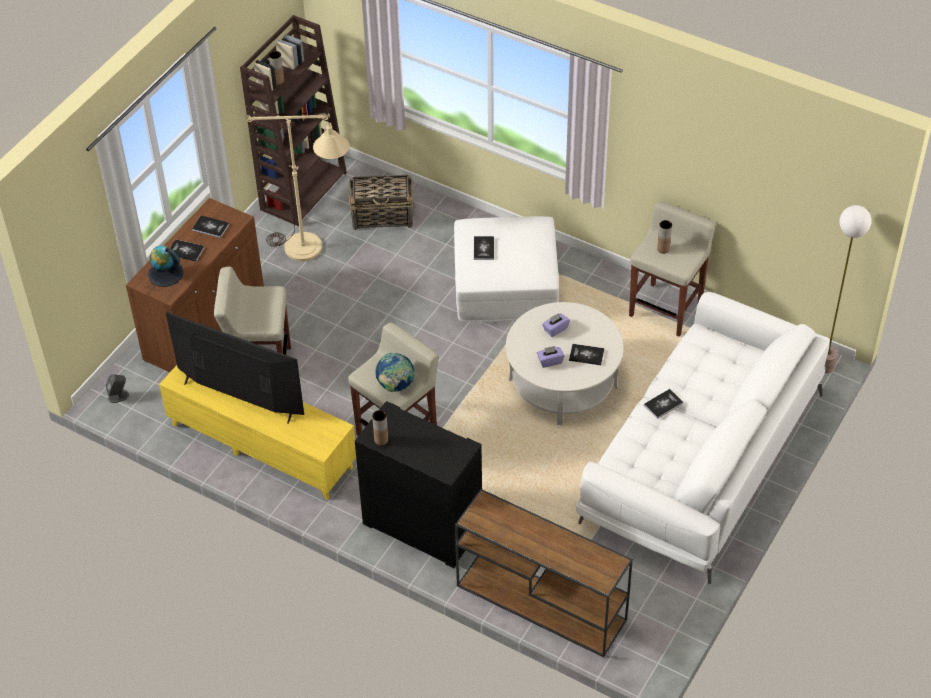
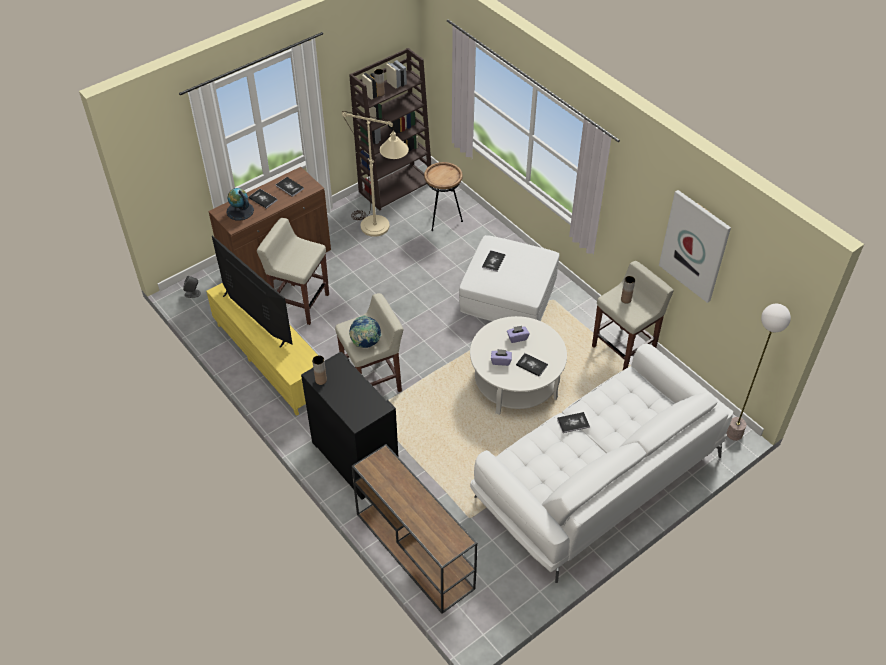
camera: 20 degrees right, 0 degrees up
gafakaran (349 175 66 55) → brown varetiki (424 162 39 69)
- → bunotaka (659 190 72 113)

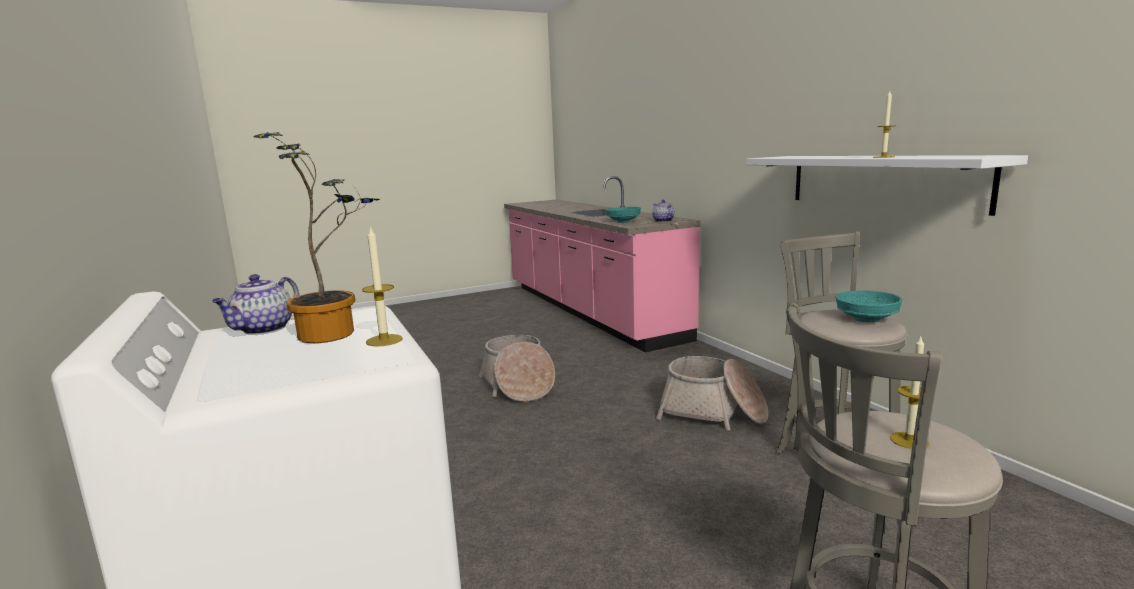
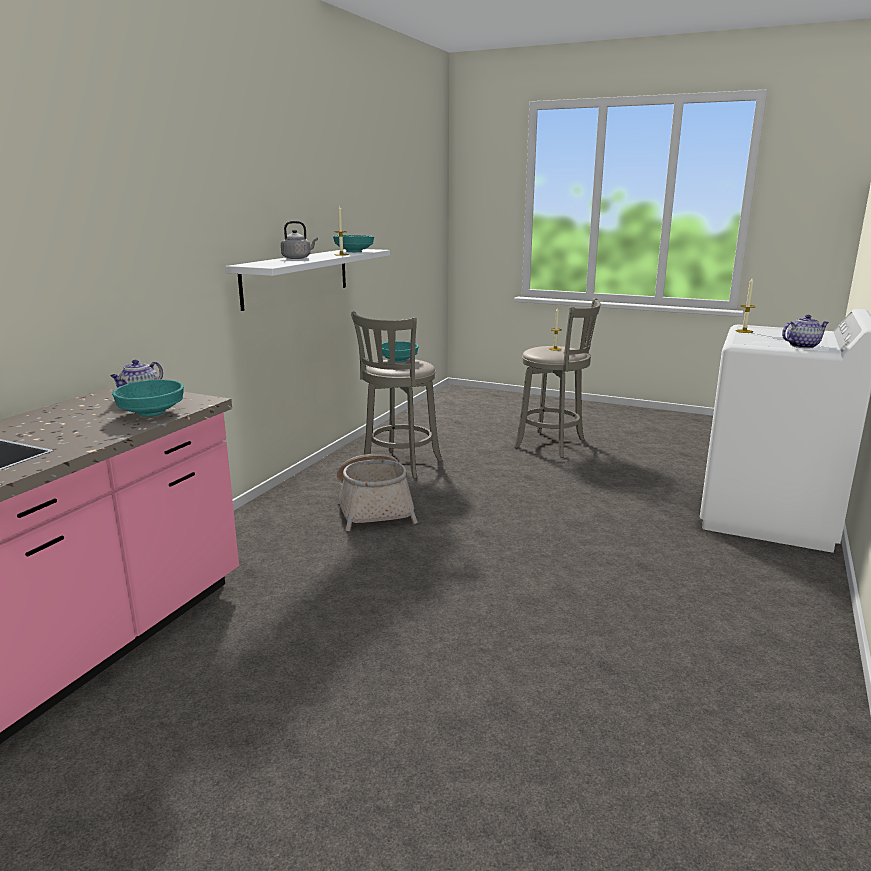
camera: 130 degrees left, 5 degrees up
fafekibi (253 132 127 211) → -
gafakaran (479 335 76 67) → -
- → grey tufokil (281 221 37 38)
- → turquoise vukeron (333 235 41 17)

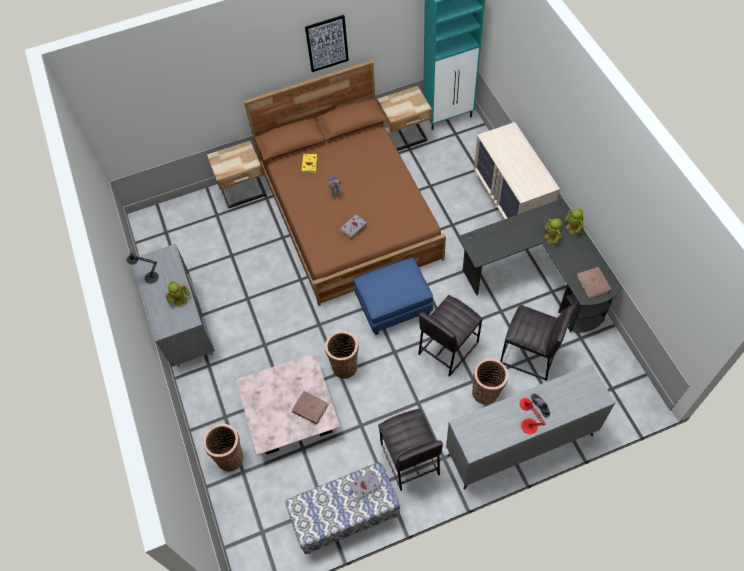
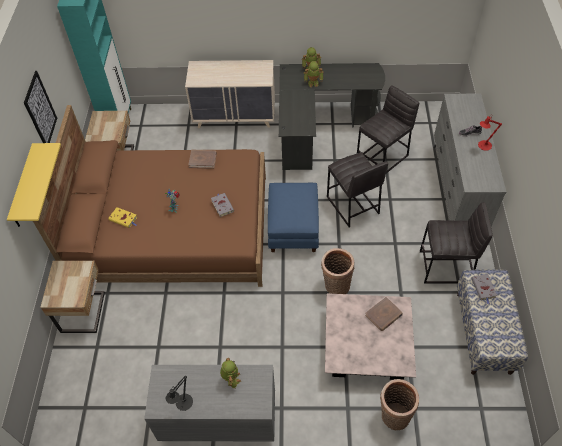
camera: 70 degrees left, 5 degrees down
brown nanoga (577 267 35 32) → brown nanoga (188 150 29 19), move
gafakaran (472 358 36 47) → -
- → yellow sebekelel (7 143 54 84)

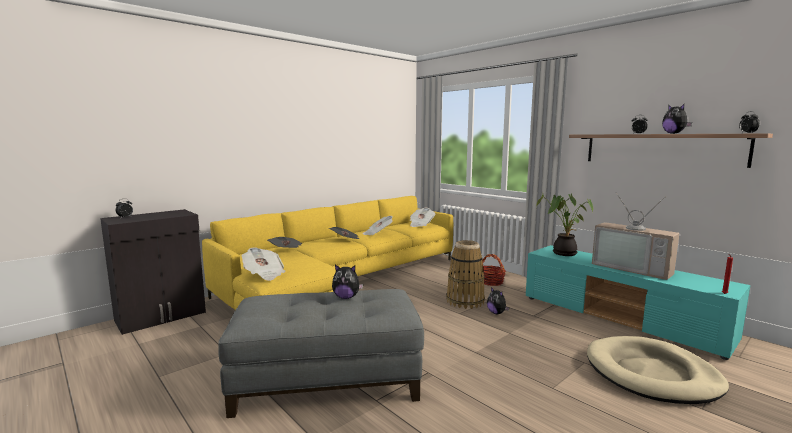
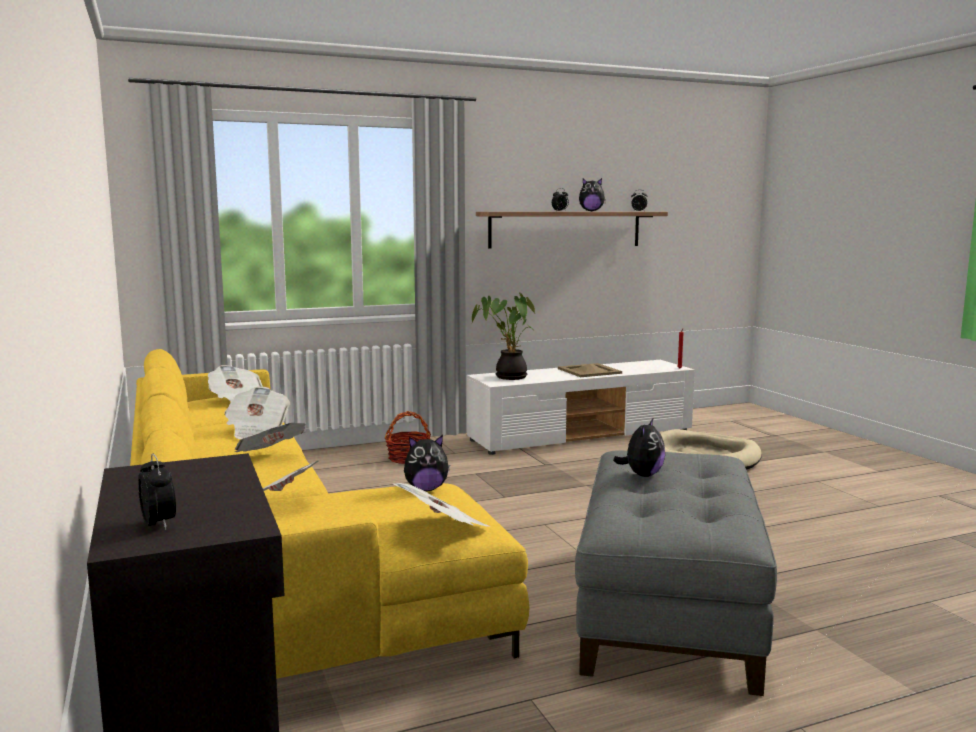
camera: 70 degrees left, 0 degrees up
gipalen (592 193 88 87) → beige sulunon (558 363 64 14)
gafakaran (446 240 39 69) → -
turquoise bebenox (526 245 225 115) → white bebenox (466 360 229 95)
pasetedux (487 287 23 27) → pasetedux (404 435 46 56), move

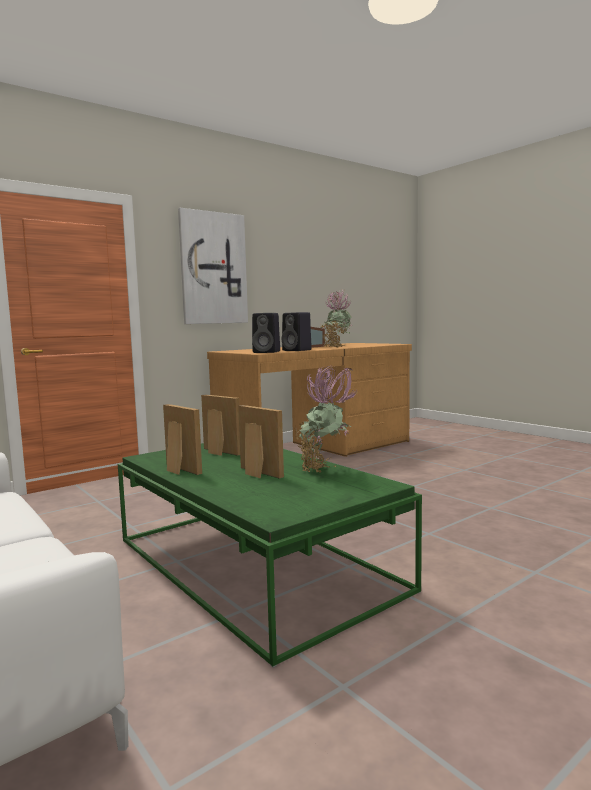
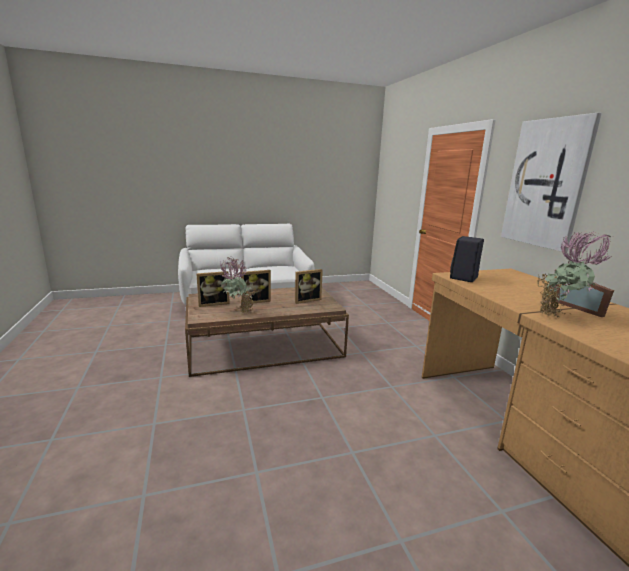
camera: 110 degrees right, 10 degrees up
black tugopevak (282 312 30 39) → -
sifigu (163 404 39 71) → sifigu (196 271 34 36), move
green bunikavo (118 443 304 225) → brown bunikavo (185 287 164 90)

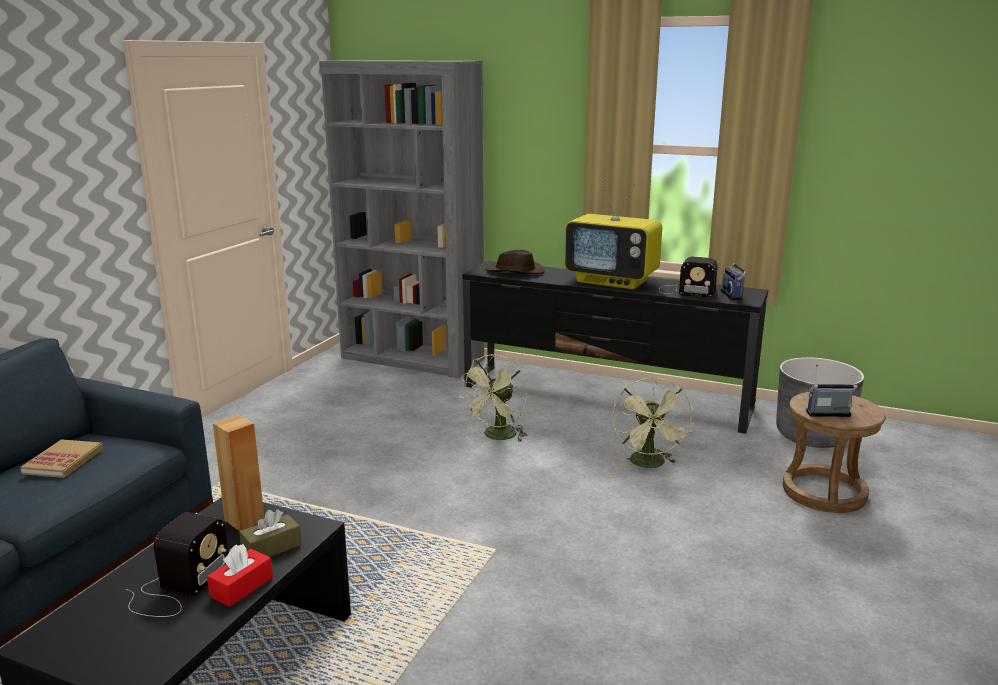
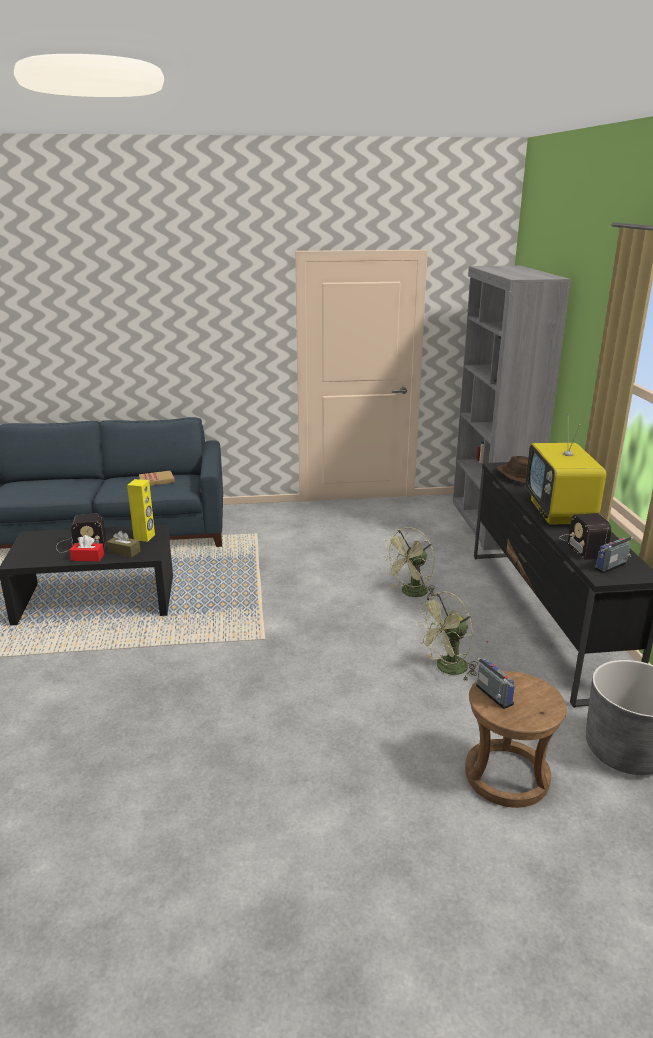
camera: 60 degrees right, 5 degrees up
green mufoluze (459 354 68 88) → green mufoluze (383 527 52 73), 45 degrees counterclockwise
brown tugopevak (213 415 52 116) → yellow tugopevak (127 479 28 63)

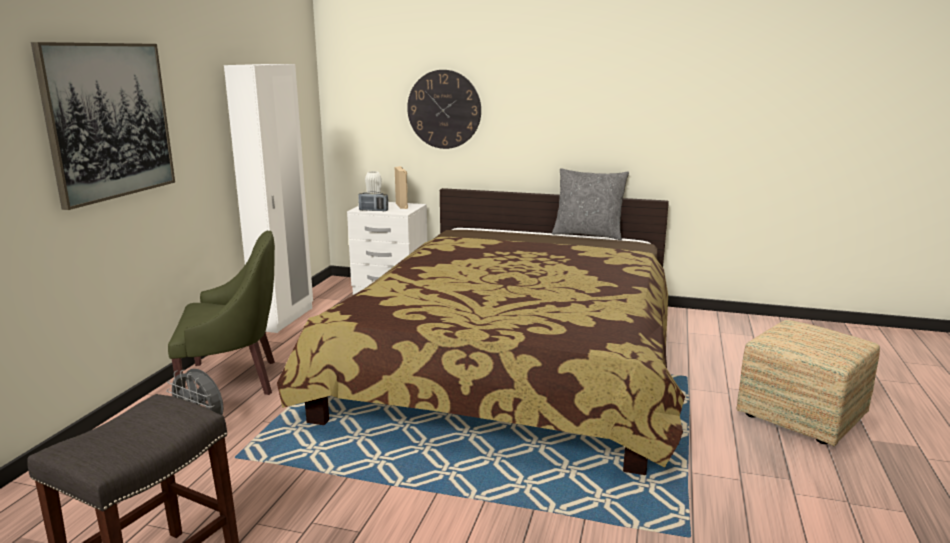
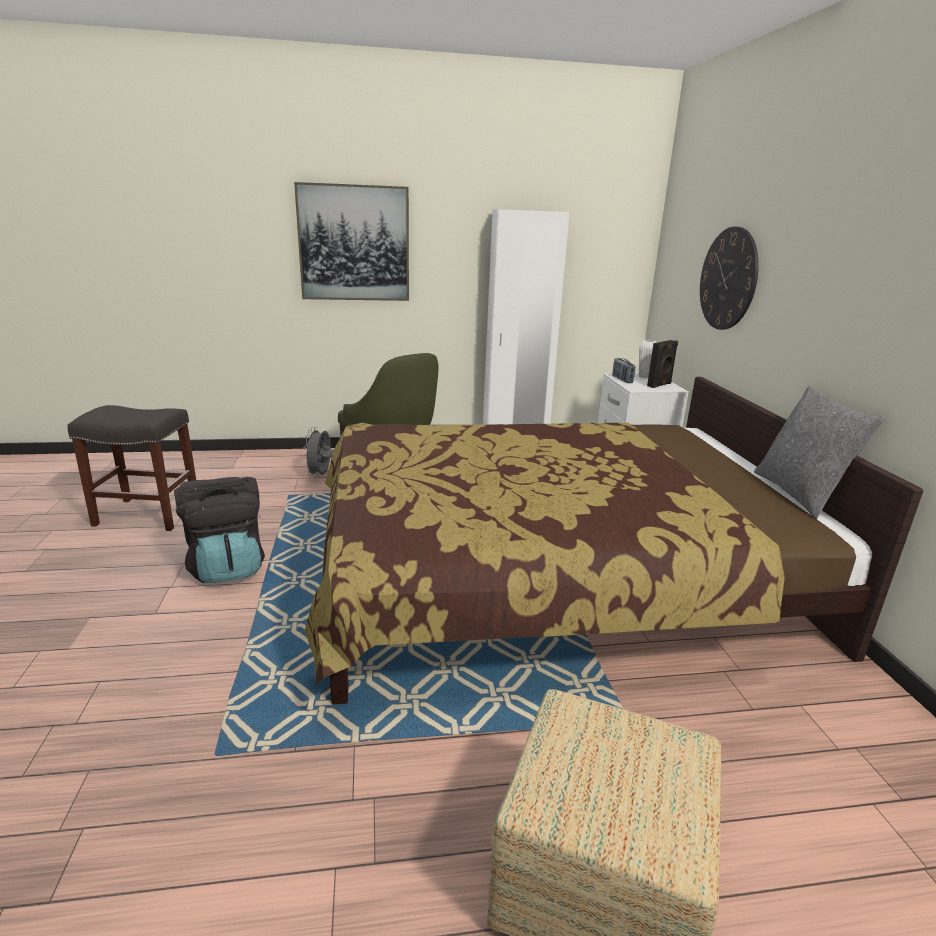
camera: 65 degrees right, 5 degrees up
beige tugopevak (395 166 13 43) → black tugopevak (647 340 31 48)
- → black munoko (174 477 91 106)

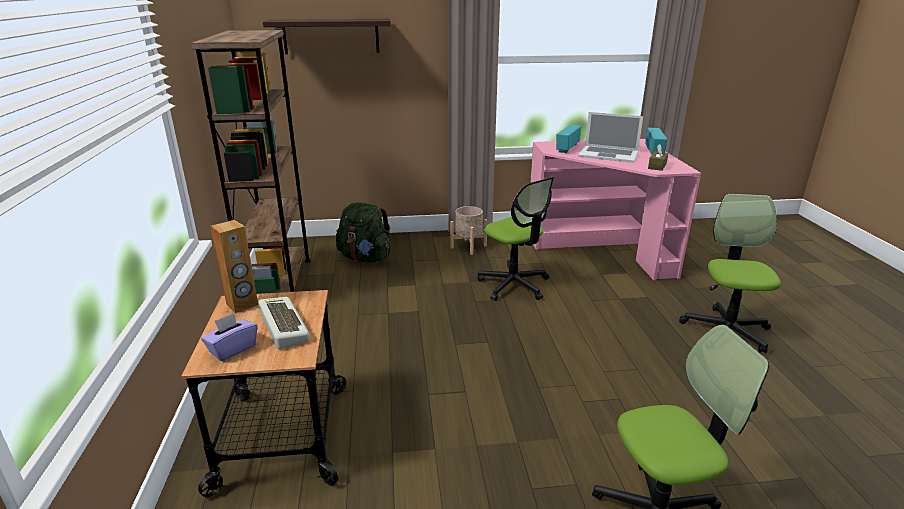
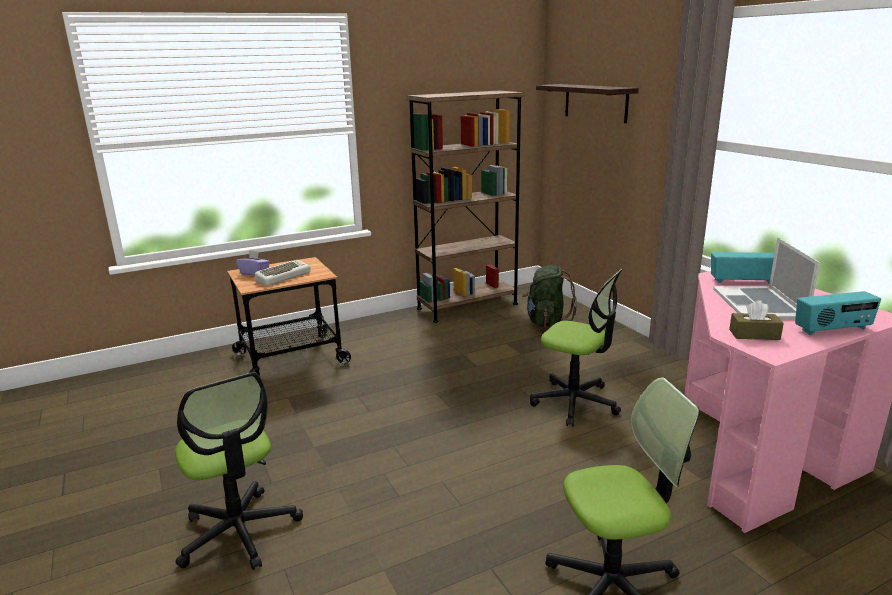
camera: 70 degrees right, 5 degrees down
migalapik (477 177 77 124) → migalapik (530 269 93 158), 90 degrees counterclockwise
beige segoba (450 206 37 49) → -
brown tugopevak (211 220 47 93) → -

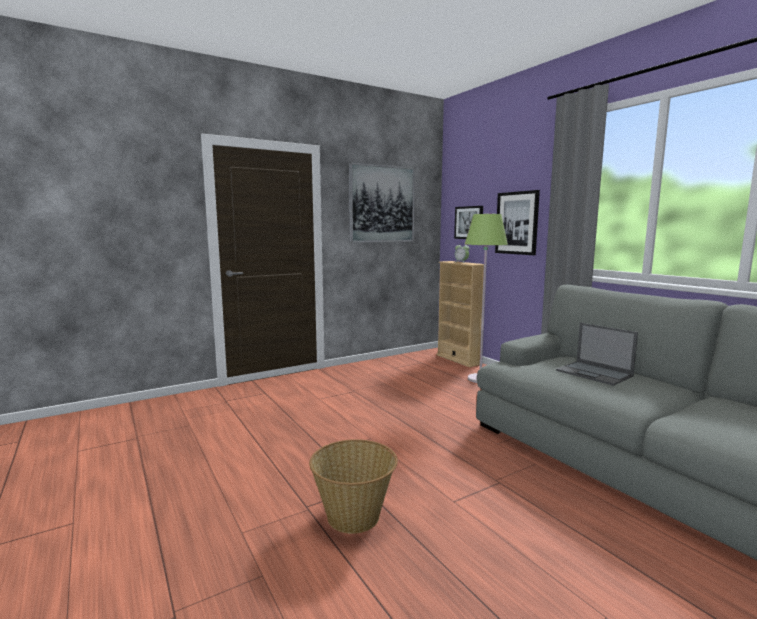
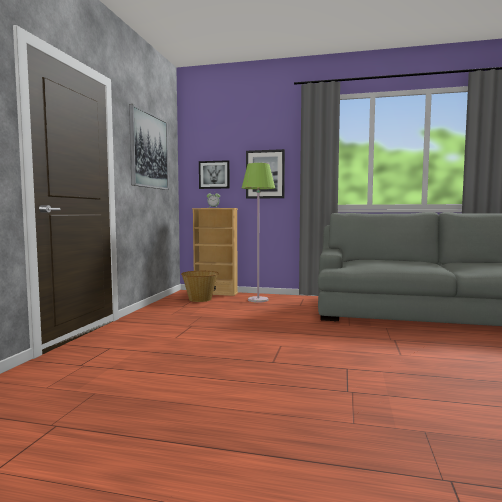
camera: 45 degrees left, 5 degrees down
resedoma (556 322 82 64) → -
gafakaran (309 439 89 95) → gafakaran (181 271 38 31), move

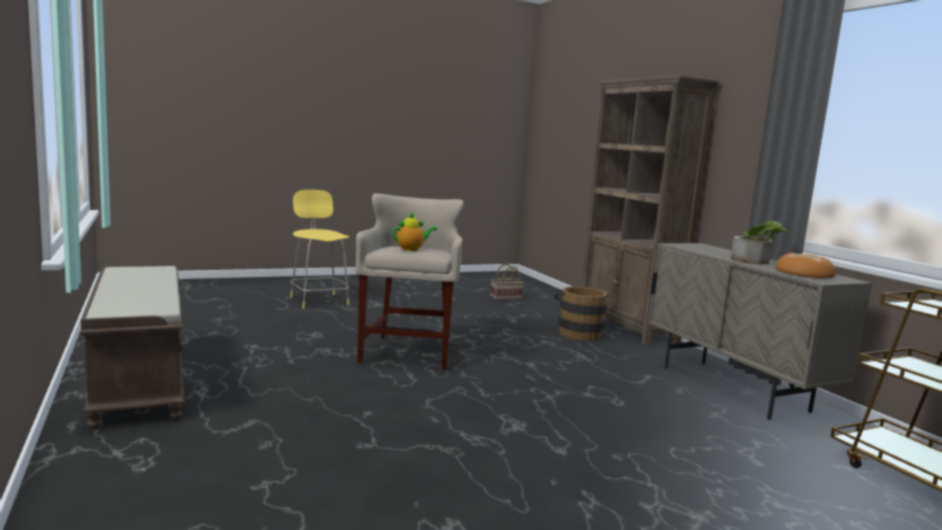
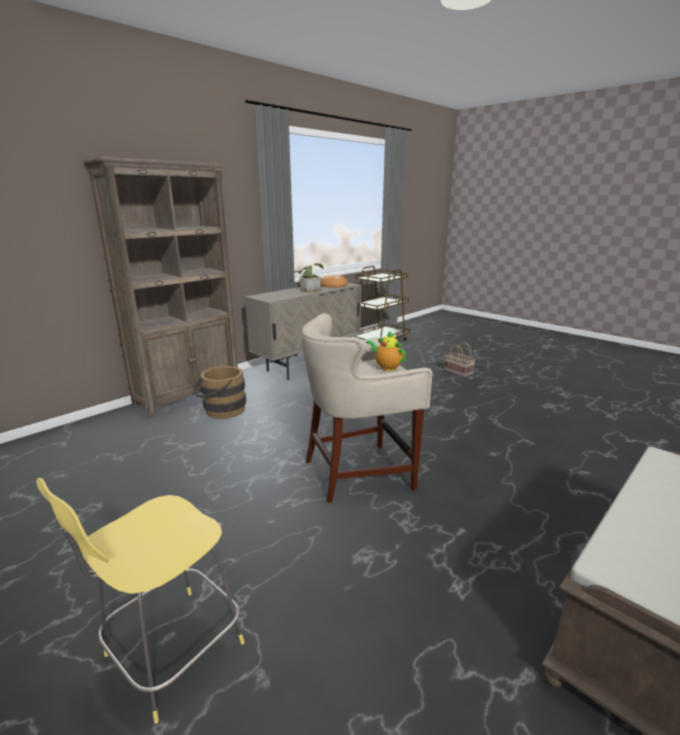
camera: 110 degrees left, 10 degrees up
gafakaran (490 264 34 36) → gafakaran (444 342 31 35), move

